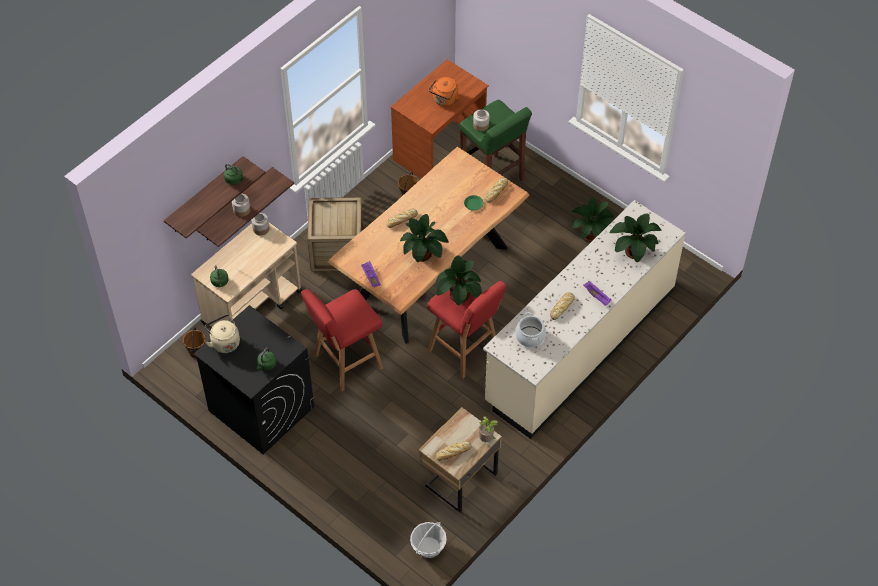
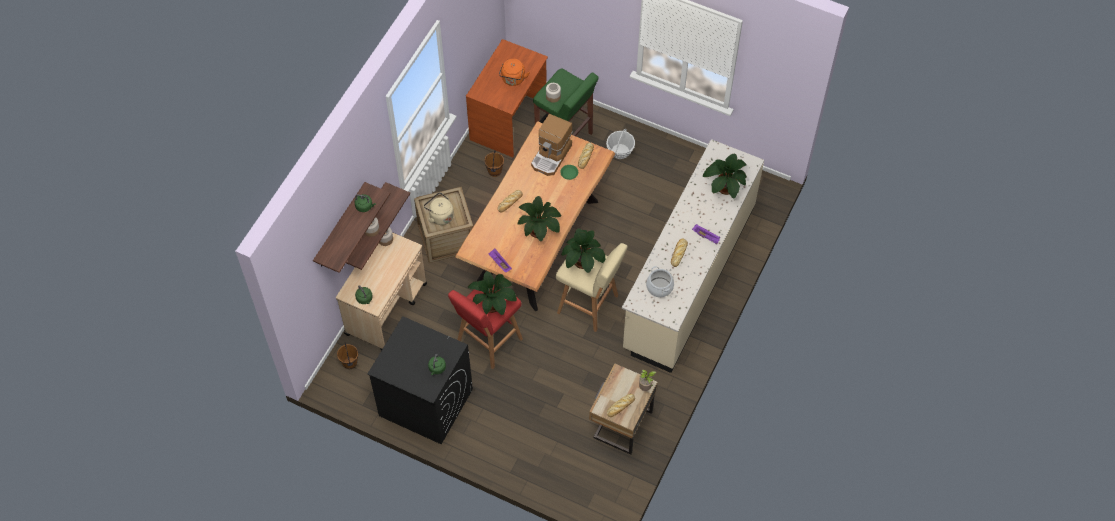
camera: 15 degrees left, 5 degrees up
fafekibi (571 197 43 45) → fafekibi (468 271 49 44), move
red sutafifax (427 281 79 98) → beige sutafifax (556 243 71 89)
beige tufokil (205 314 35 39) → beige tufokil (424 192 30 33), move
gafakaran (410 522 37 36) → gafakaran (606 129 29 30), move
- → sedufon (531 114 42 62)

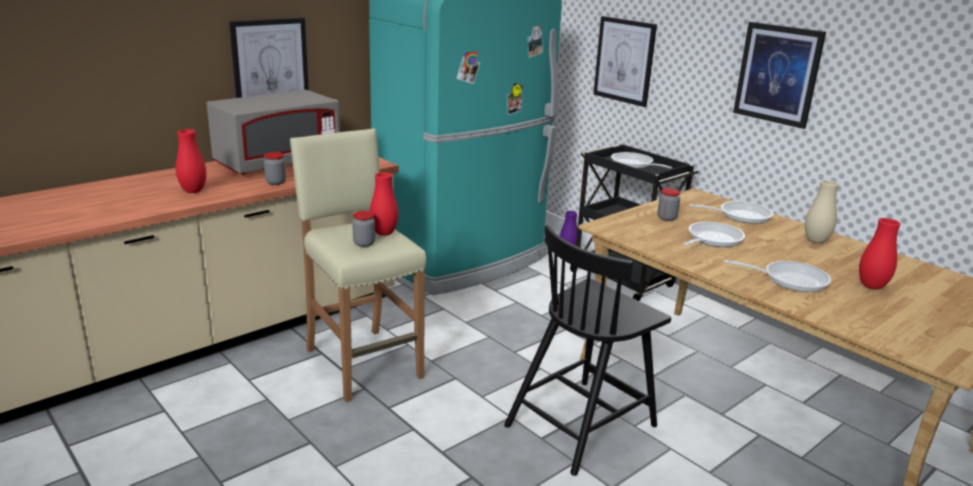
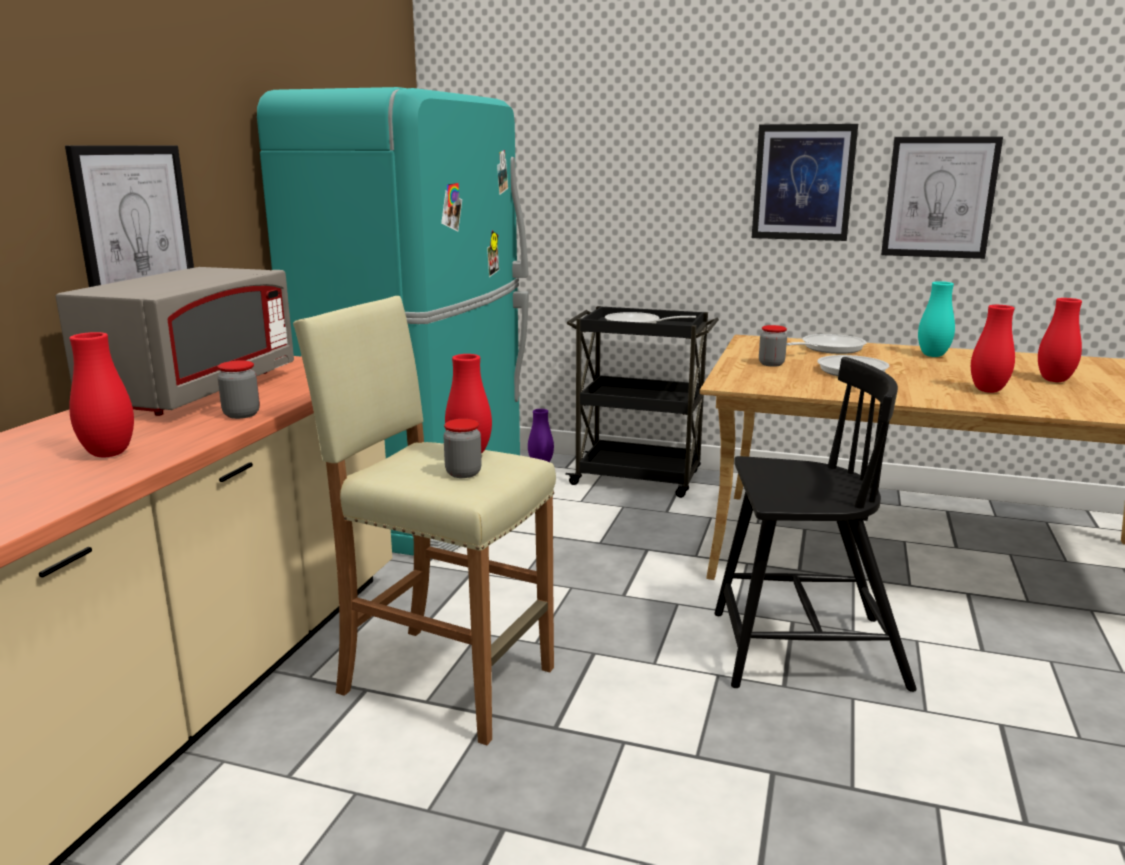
camera: 30 degrees left, 5 degrees down
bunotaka (593 16 64 91) → bunotaka (881 136 122 123), move
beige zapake (805 180 34 63) → turquoise zapake (918 281 37 76)
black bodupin (504 225 167 251) → black bodupin (714 357 203 335), 105 degrees counterclockwise
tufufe (724 260 107 32) → red zapake (971 305 44 88)

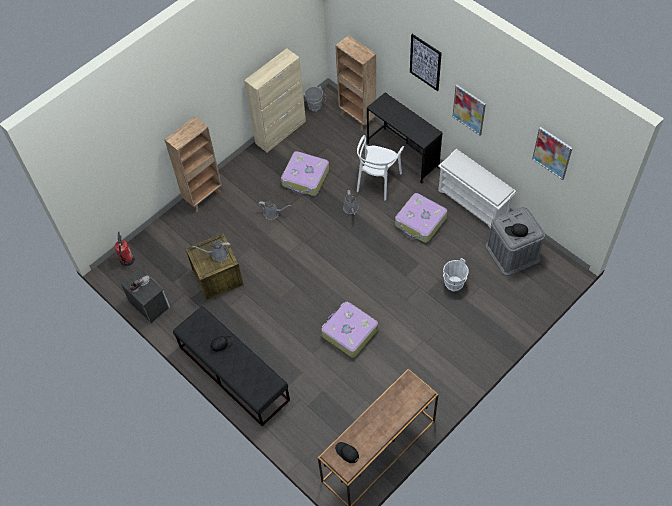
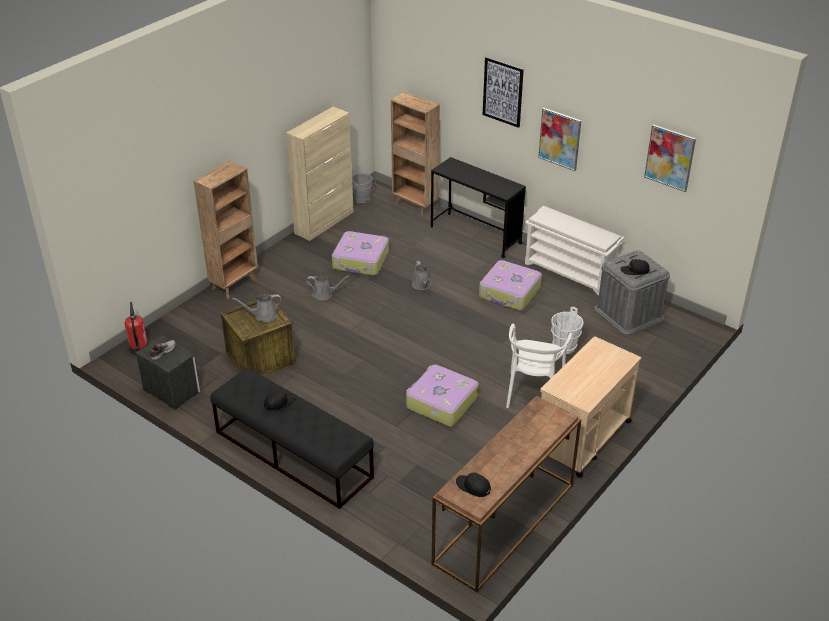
camera: 10 degrees left, 20 degrees down
white bodupin (357 135 47 65) → white bodupin (506 324 66 84), move
- → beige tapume (540 336 101 142)

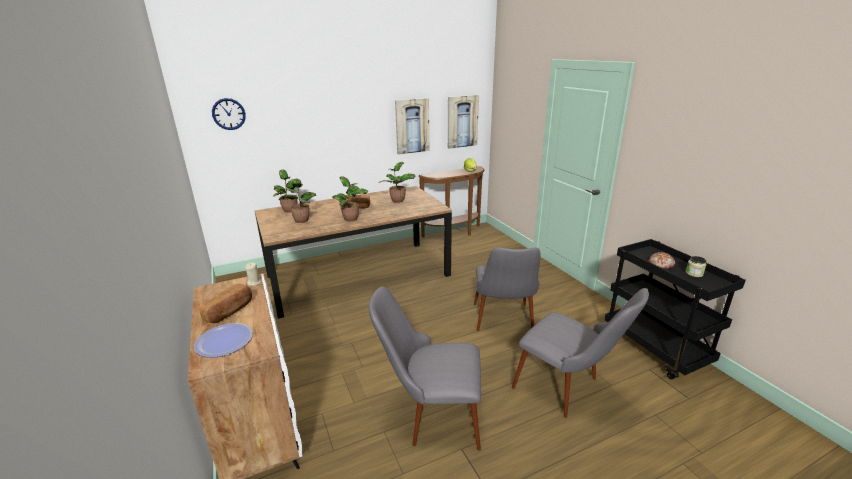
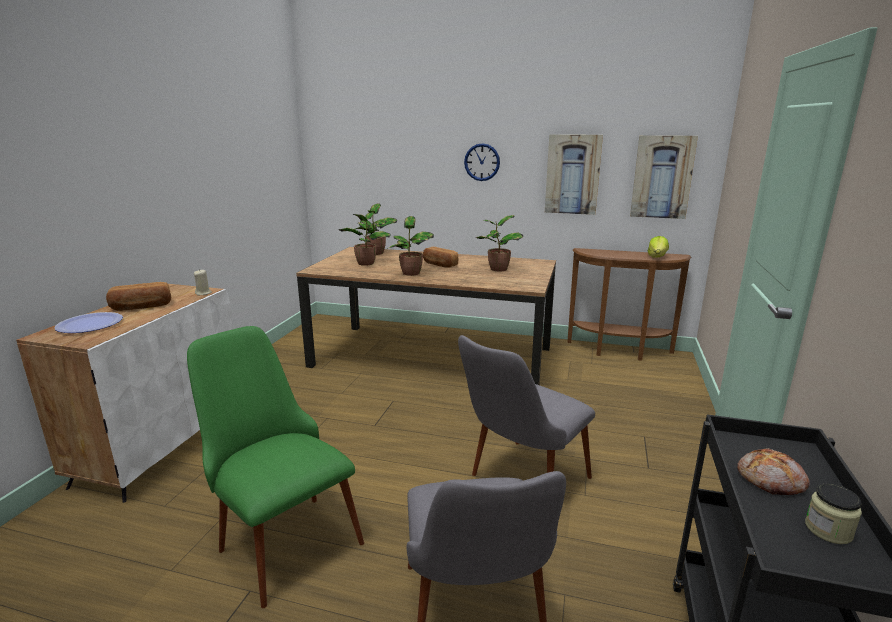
camera: 40 degrees right, 5 degrees down
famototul (212 98 34 32) → famototul (464 143 36 38), move
grey bodupin (369 286 112 165) → green bodupin (187 326 177 282)

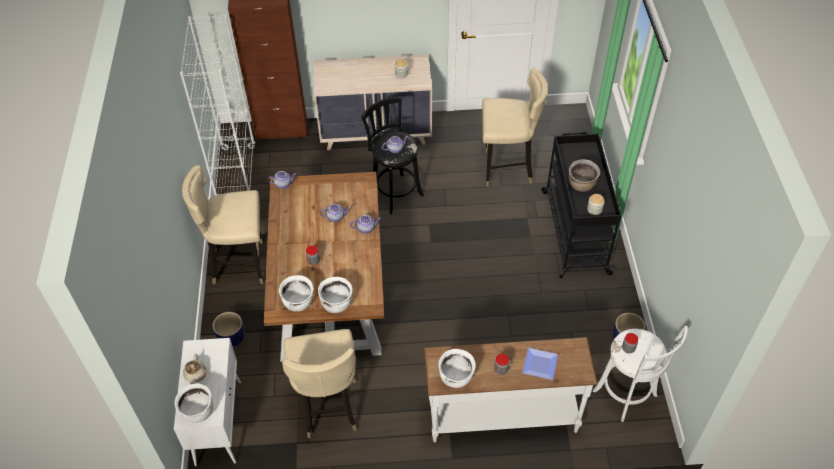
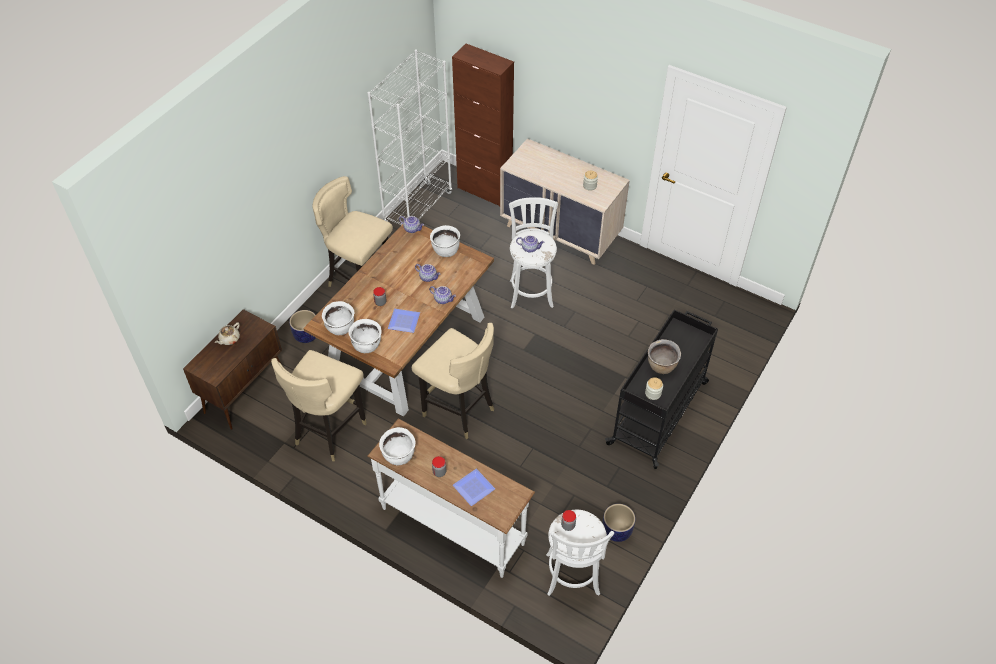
camera: 35 degrees right, 0 degrees up
beige bodupin (482 67 66 120) → beige bodupin (412 323 82 116), move
black sutafifax (362 96 62 118) → white sutafifax (509 197 49 111)
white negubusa (174 338 67 128) → brown negubusa (183 309 99 121)
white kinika (174 383 39 40) → white kinika (430 225 30 32), move
- → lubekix (388 309 32 24)

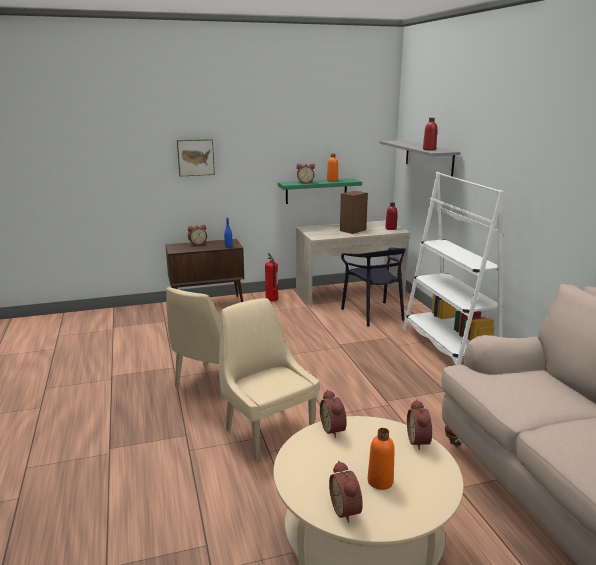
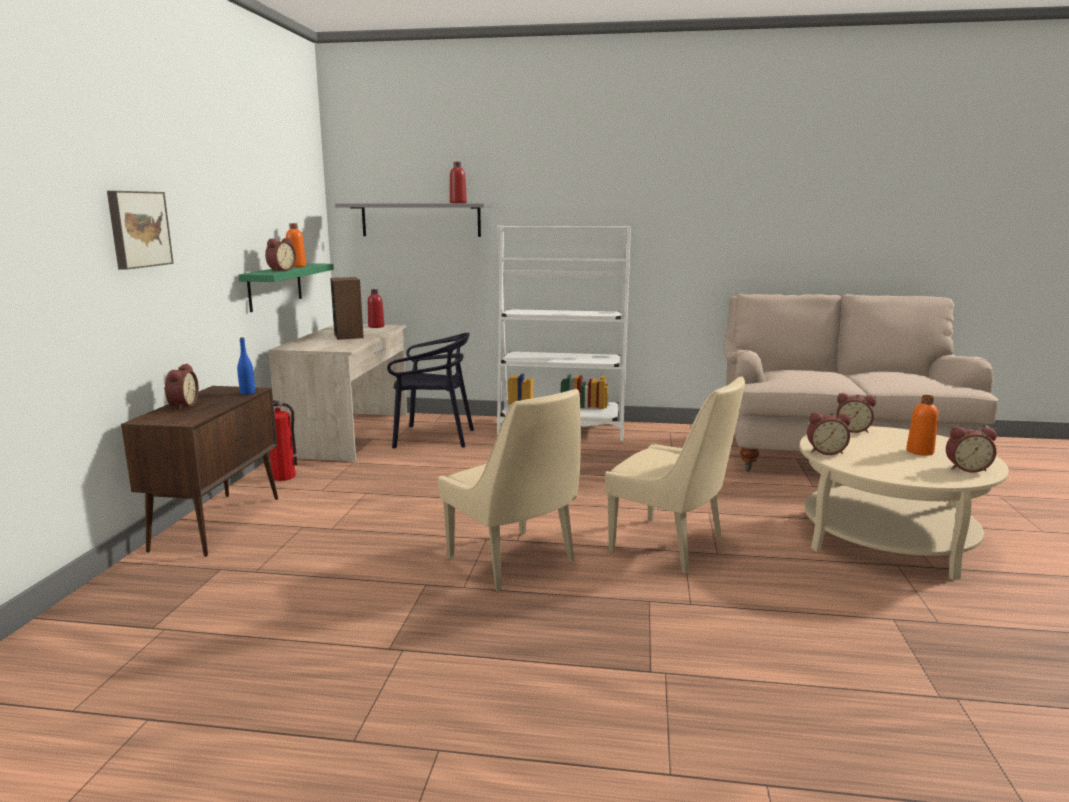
camera: 65 degrees left, 5 degrees down
beige bodupin (219 298 101 163) → beige bodupin (605 376 140 198), 135 degrees counterclockwise

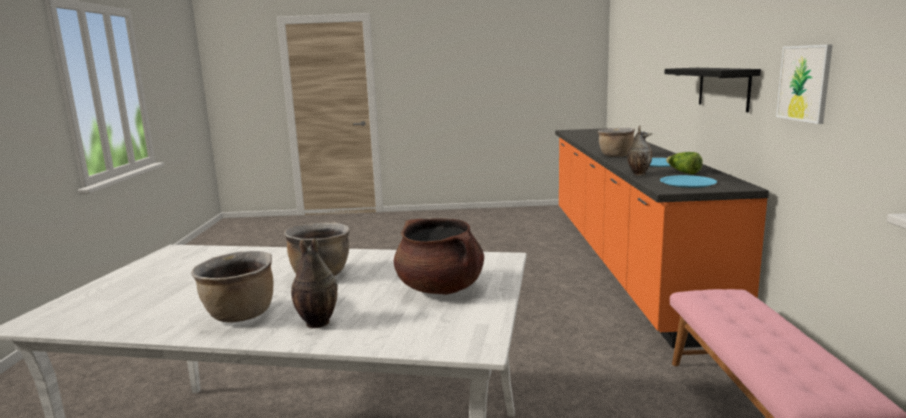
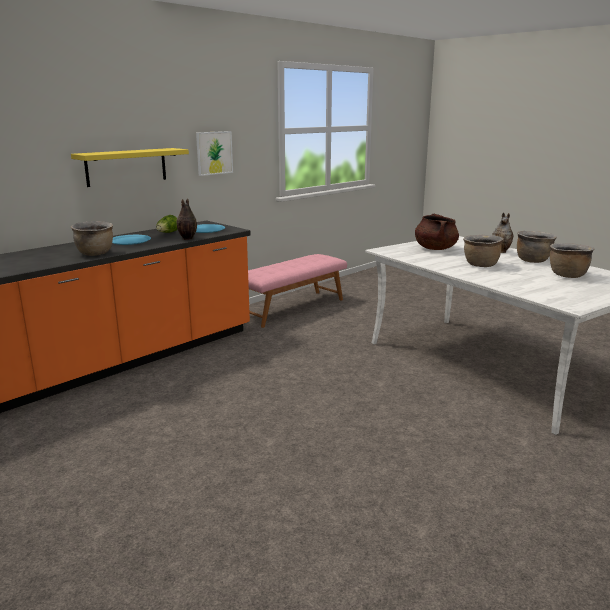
camera: 135 degrees left, 5 degrees up
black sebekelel (664 68 97 44) → yellow sebekelel (71 148 118 39)
- → brown kinika (550 243 44 35)

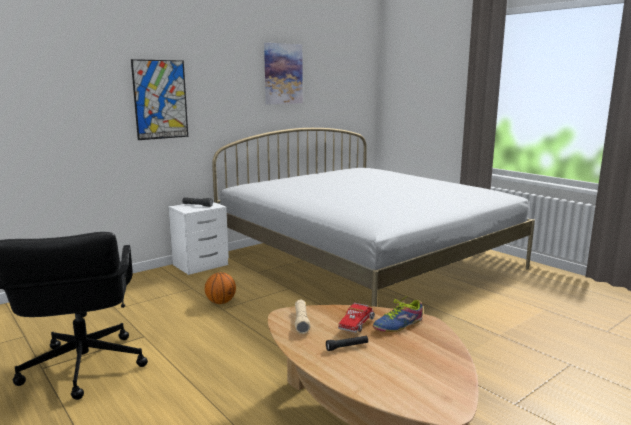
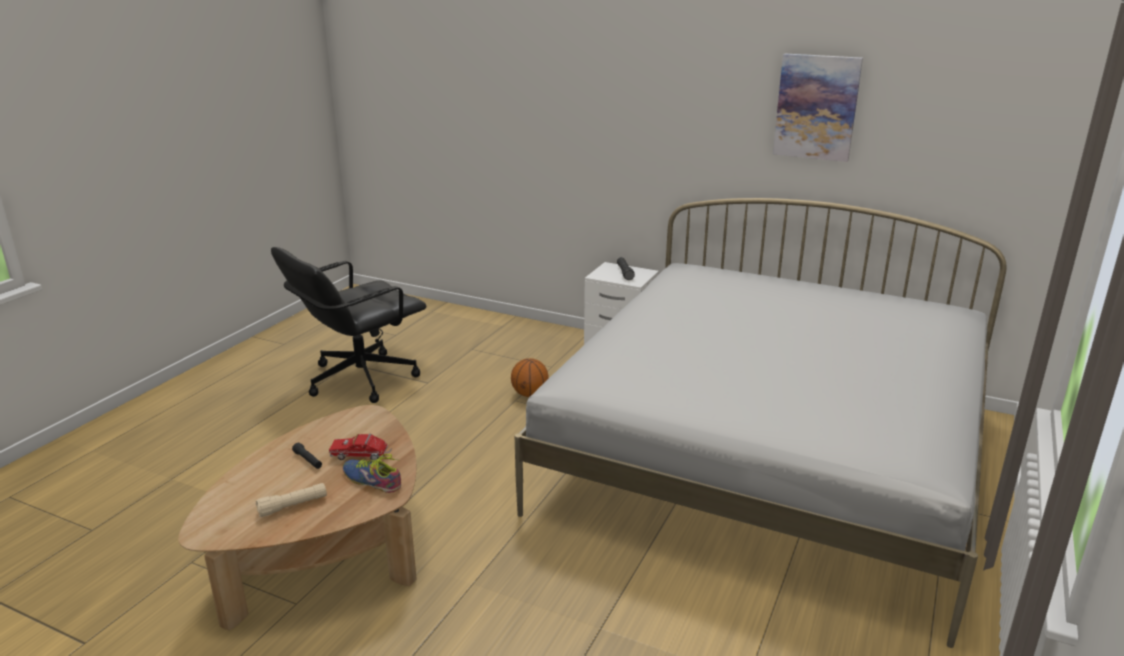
camera: 65 degrees right, 10 degrees up
bunotaka (131 59 57 81) → -
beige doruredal (295 300 15 34) → beige doruredal (256 483 71 34), move

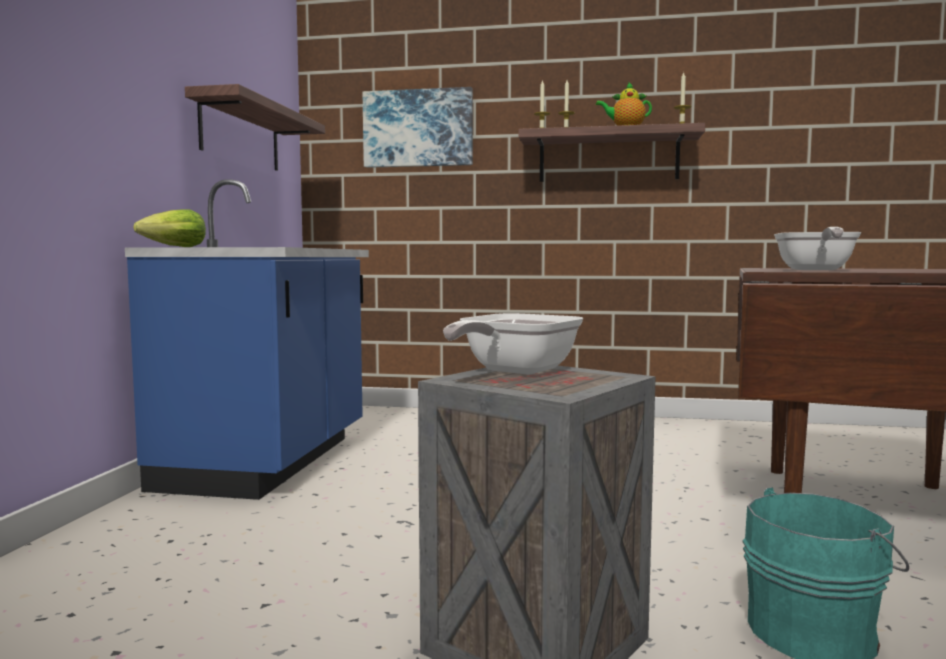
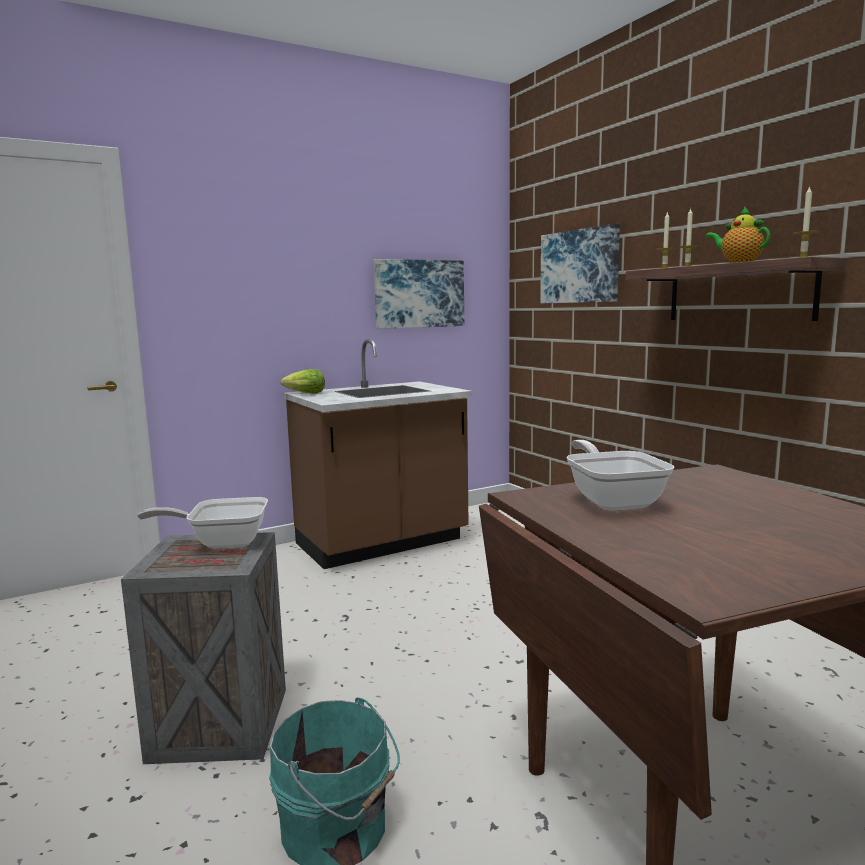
camera: 50 degrees right, 5 degrees up
sebekelel (185 84 140 87) → bunotaka (374 259 90 70)
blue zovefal (125 179 244 321) → brown zovefal (284 339 188 230)
tufufe (774 227 87 43) → tufufe (566 440 108 71), 105 degrees clockwise

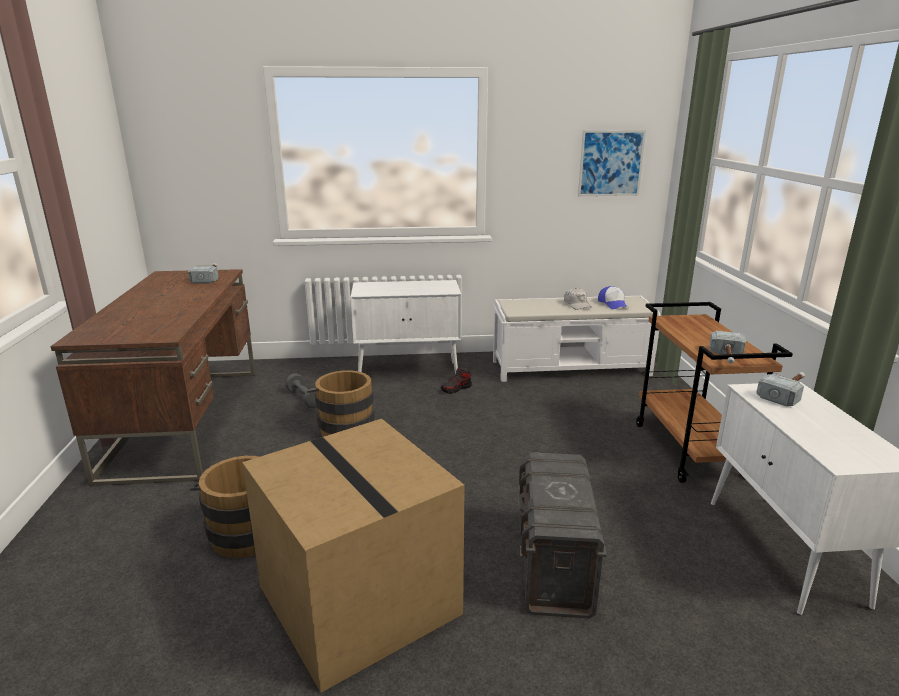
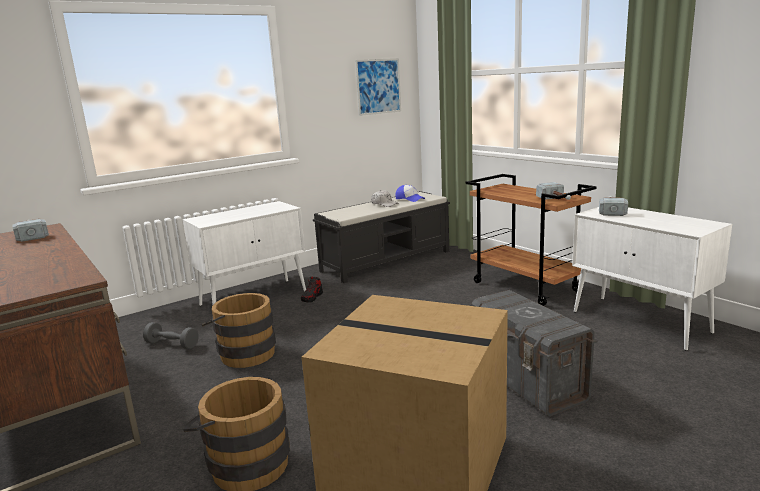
camera: 30 degrees left, 5 degrees down
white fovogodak (493 296 167 86) → black fovogodak (313 191 137 92)

